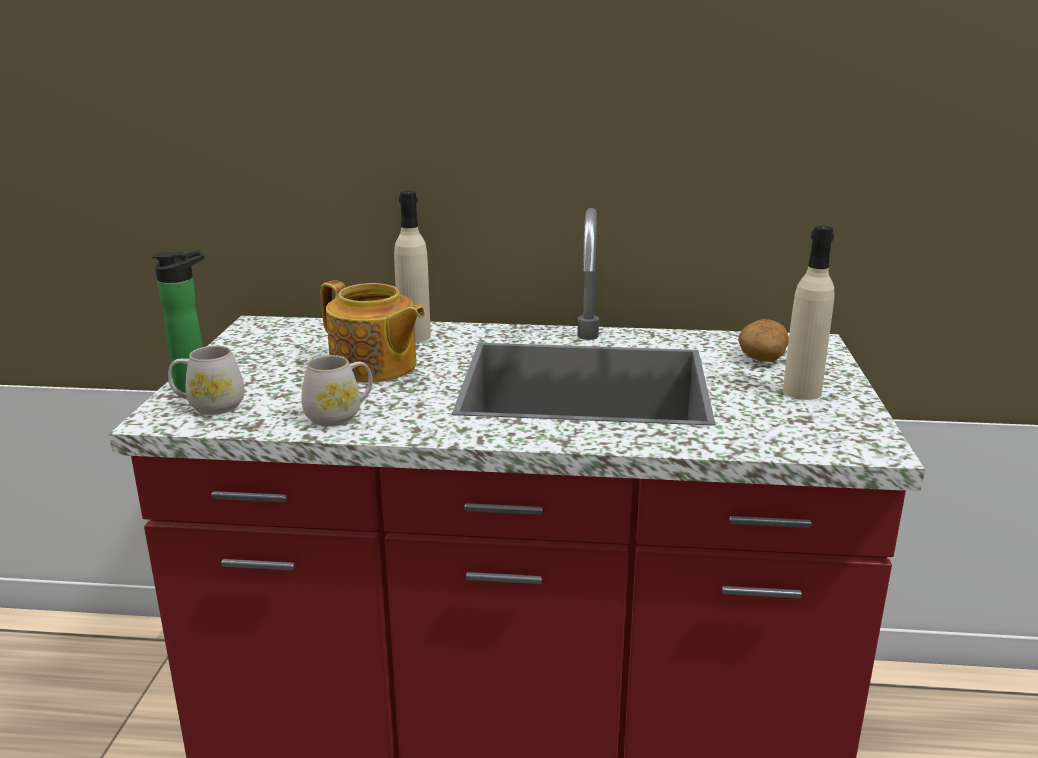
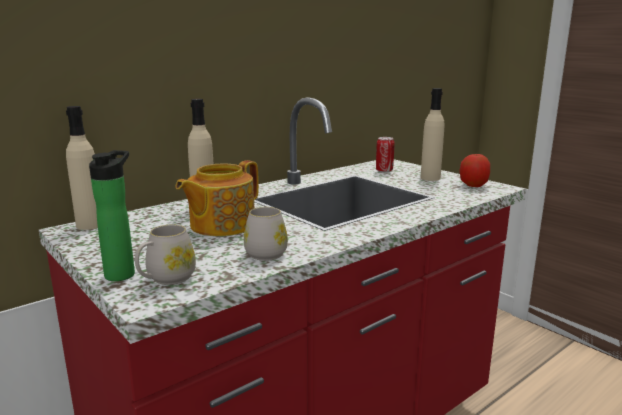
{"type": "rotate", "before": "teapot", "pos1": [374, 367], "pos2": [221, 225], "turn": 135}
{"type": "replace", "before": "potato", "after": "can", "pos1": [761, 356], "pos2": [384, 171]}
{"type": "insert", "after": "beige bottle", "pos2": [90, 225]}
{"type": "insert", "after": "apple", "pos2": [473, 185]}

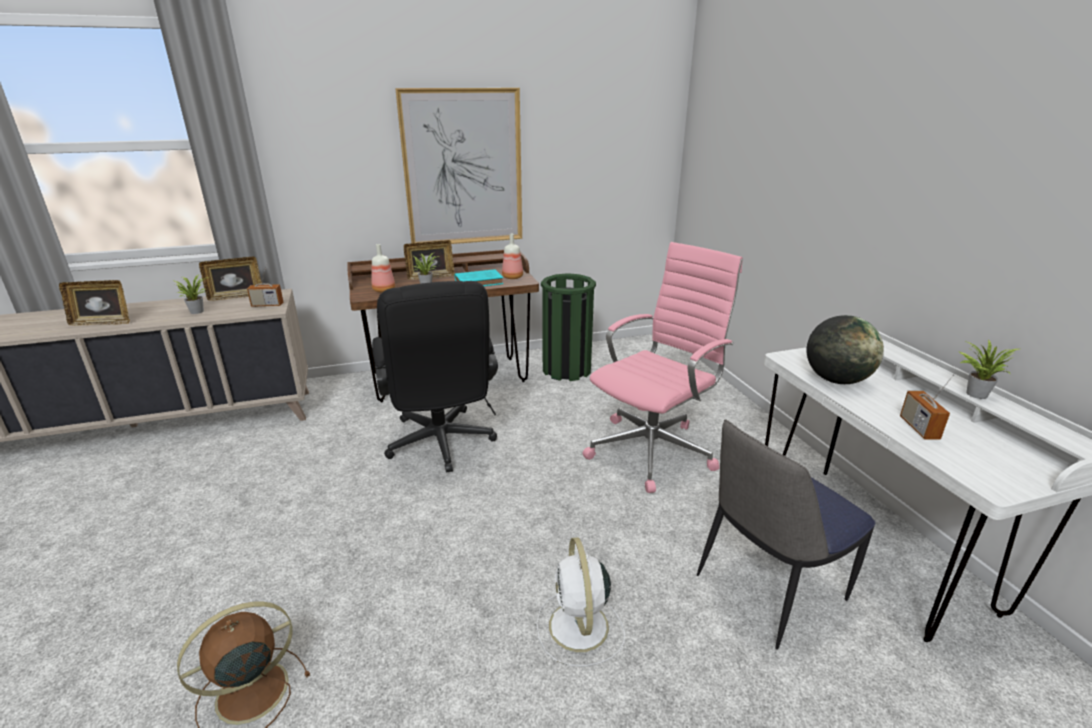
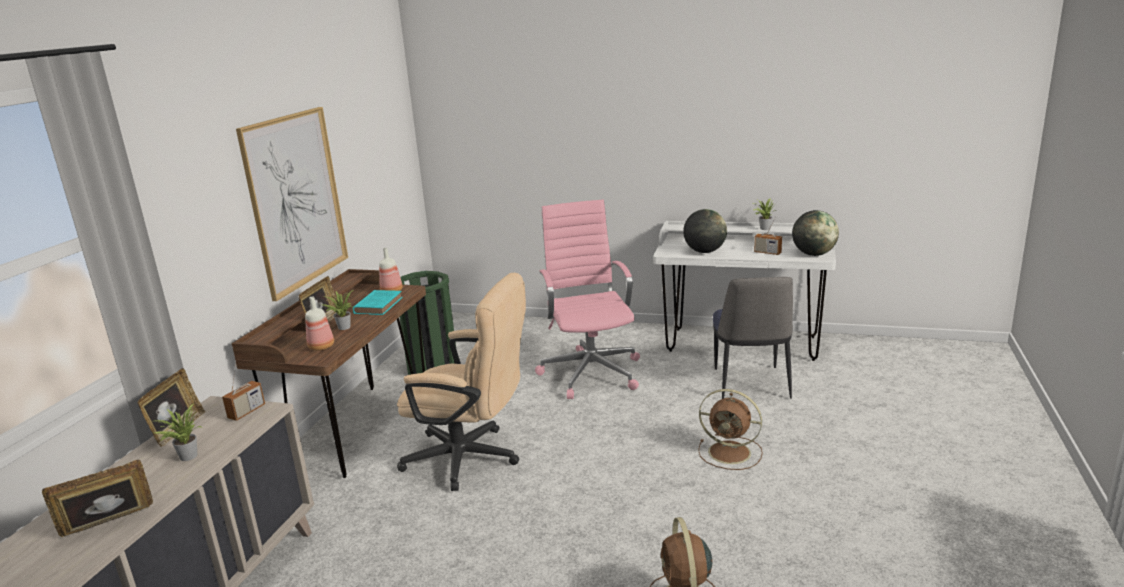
{"type": "rotate", "before": "picture frame", "pos1": [102, 323], "pos2": [109, 525], "turn": -150}
{"type": "recolor", "before": "black office chair", "after": "beige office chair", "pos1": [441, 446], "pos2": [471, 459]}
{"type": "recolor", "before": "white fan", "after": "brown fan", "pos1": [579, 628], "pos2": [731, 453]}
{"type": "insert", "after": "globe", "pos2": [813, 254]}

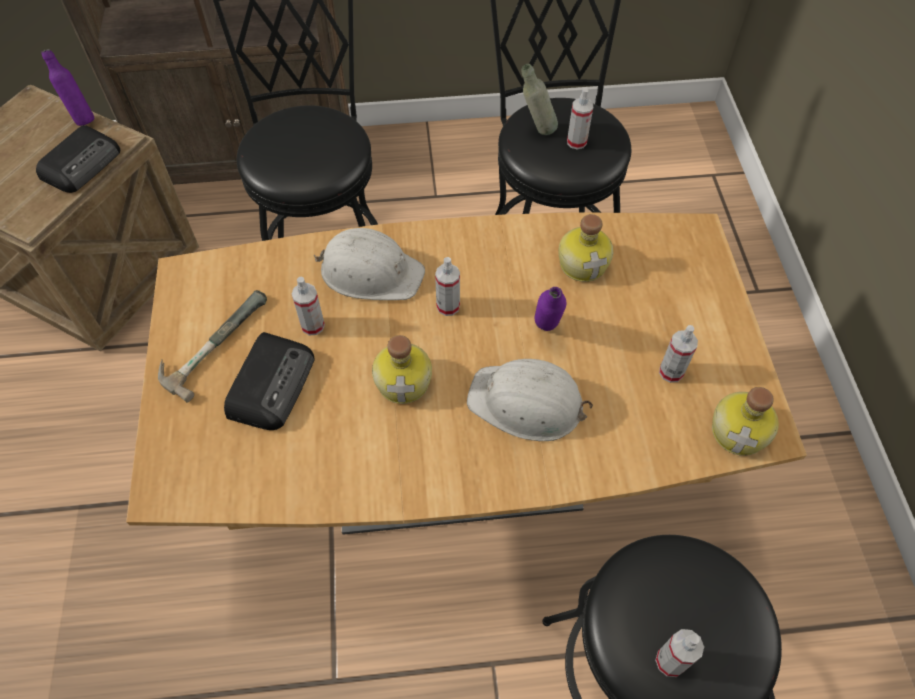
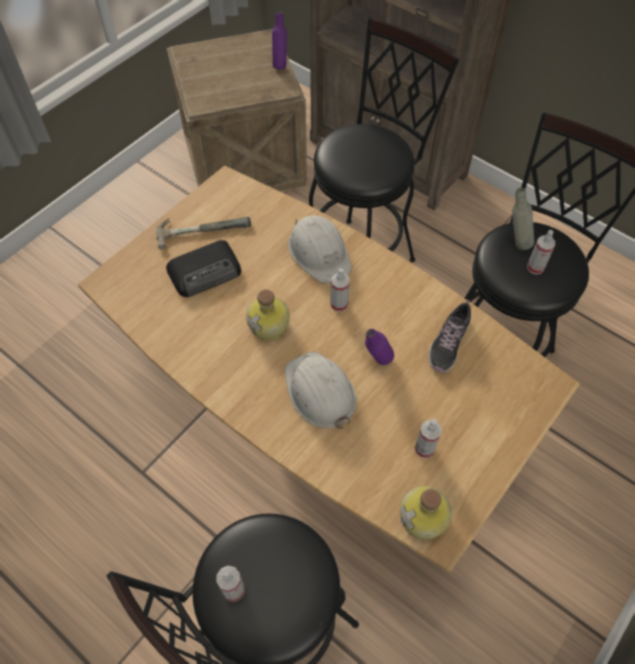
{"type": "delete", "before": "radio", "pos1": [83, 163]}
{"type": "delete", "before": "spray bottle", "pos1": [312, 325]}
{"type": "replace", "before": "bottle", "after": "shoe", "pos1": [583, 263], "pos2": [448, 343]}

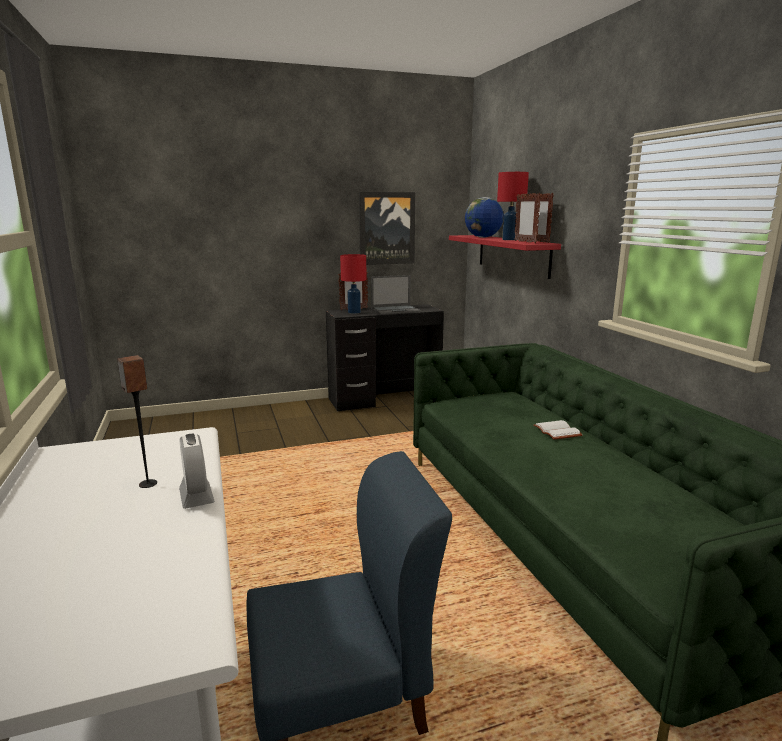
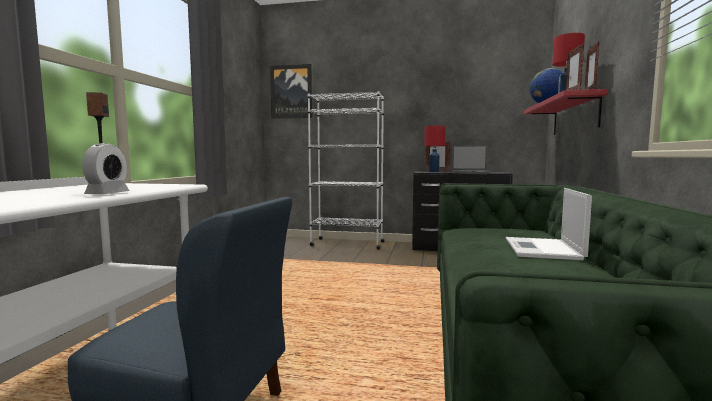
{"type": "move", "before": "picture", "pos1": [386, 228], "pos2": [291, 92]}
{"type": "replace", "before": "white book", "after": "laptop", "pos1": [558, 431], "pos2": [543, 249]}
{"type": "insert", "after": "white bookcase", "pos2": [347, 244]}

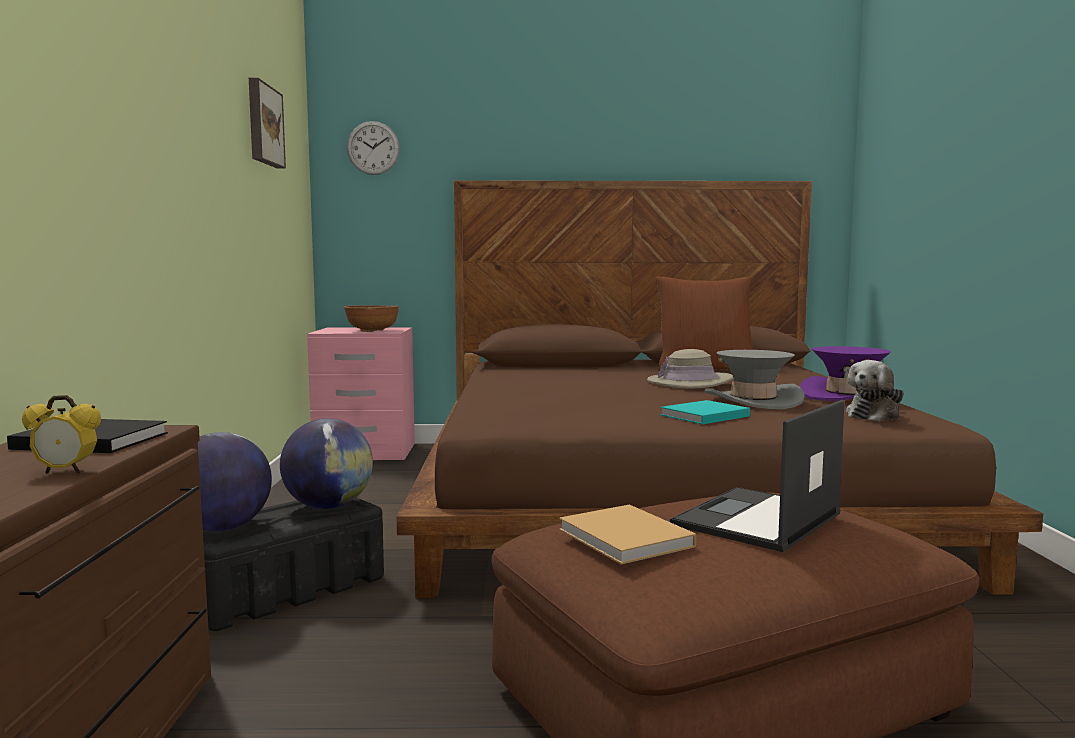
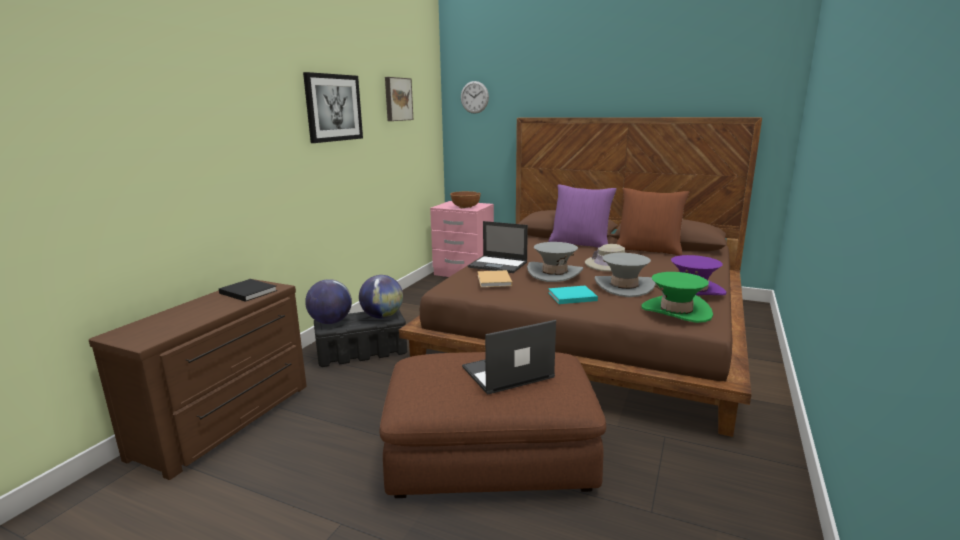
{"type": "delete", "before": "alarm clock", "pos1": [66, 472]}
{"type": "move", "before": "beige book", "pos1": [627, 539], "pos2": [494, 281]}
{"type": "replace", "before": "plush toy", "after": "green hat", "pos1": [875, 415], "pos2": [676, 311]}
{"type": "insert", "after": "picture", "pos2": [333, 108]}
{"type": "insert", "after": "laptop", "pos2": [498, 265]}
{"type": "insert", "after": "grey hat", "pos2": [554, 273]}
{"type": "insert", "after": "purple pillow", "pos2": [580, 243]}

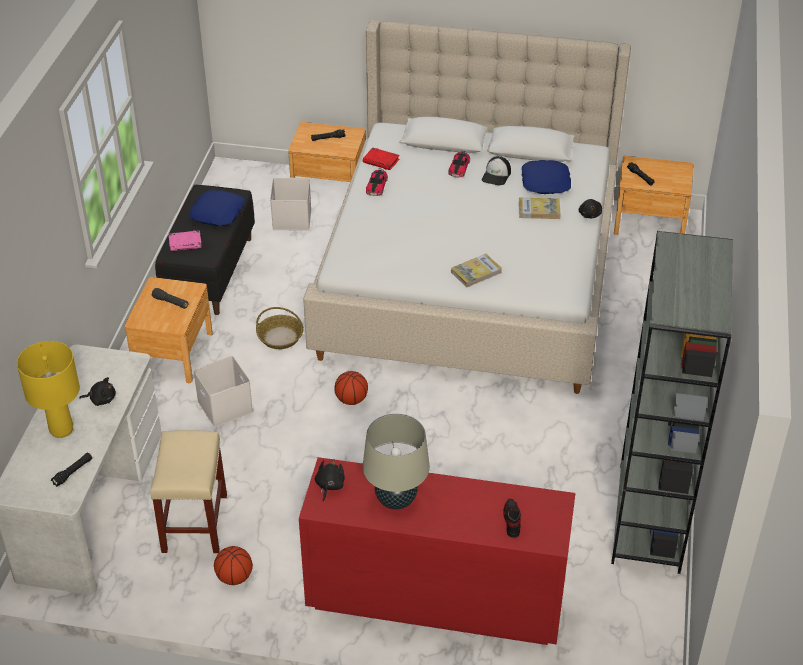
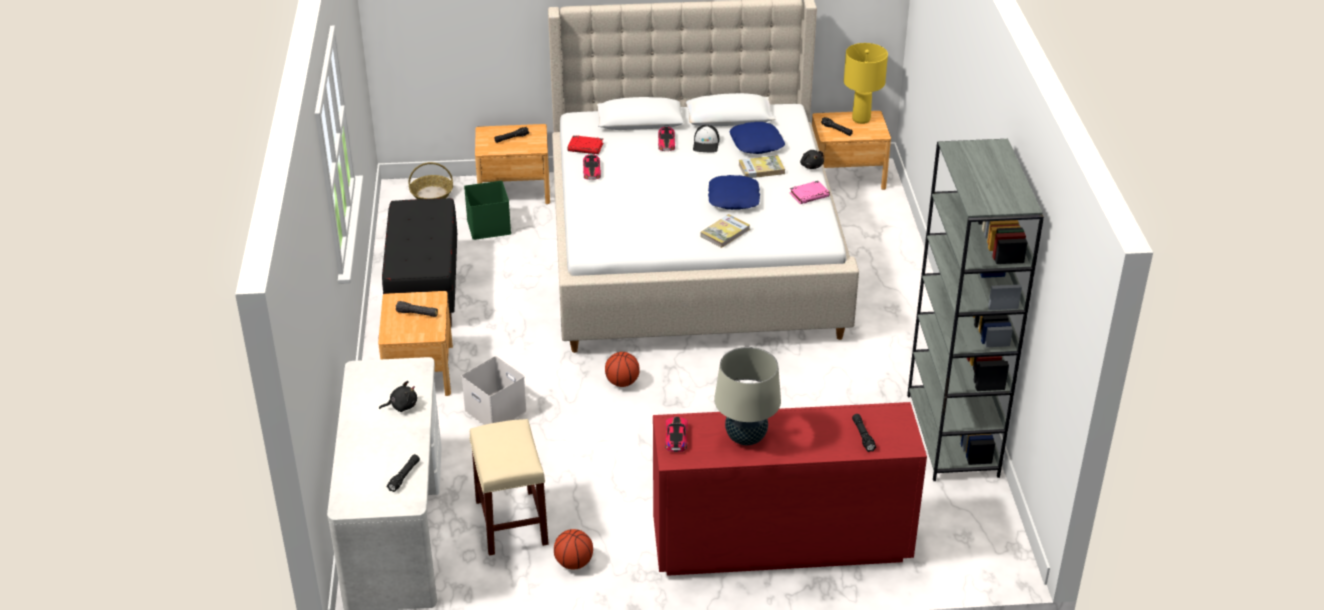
{"type": "move", "before": "yellow table lamp", "pos1": [61, 429], "pos2": [861, 119]}
{"type": "move", "before": "pink book", "pos1": [185, 243], "pos2": [809, 195]}
{"type": "move", "before": "blue pillow", "pos1": [218, 213], "pos2": [734, 198]}
{"type": "move", "before": "basket", "pos1": [280, 337], "pos2": [431, 194]}
{"type": "recolor", "before": "white storage box", "after": "green storage box", "pos1": [291, 218], "pos2": [487, 226]}
{"type": "replace", "before": "black plush toy", "after": "toy car", "pos1": [329, 486], "pos2": [676, 437]}
{"type": "replace", "before": "shoe", "after": "black flashlight", "pos1": [511, 521], "pos2": [863, 436]}

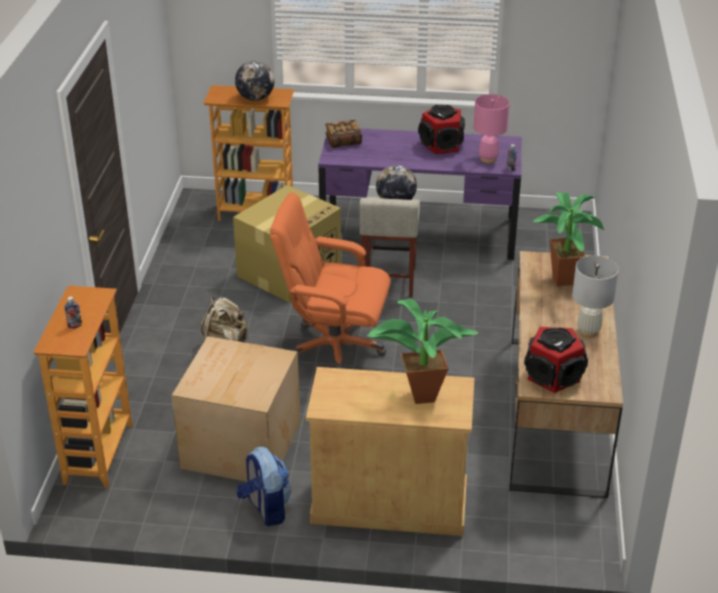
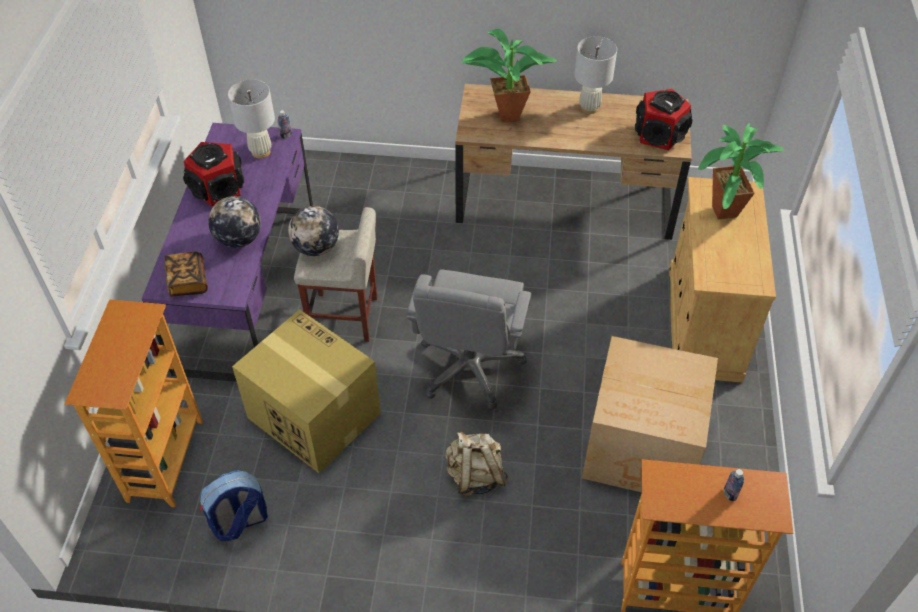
{"type": "move", "before": "globe", "pos1": [255, 98], "pos2": [239, 239]}
{"type": "move", "before": "backpack", "pos1": [265, 508], "pos2": [239, 522]}
{"type": "recolor", "before": "orange office chair", "after": "grey office chair", "pos1": [334, 348], "pos2": [470, 367]}
{"type": "recolor", "before": "pink table lamp", "after": "white table lamp", "pos1": [488, 159], "pos2": [260, 152]}

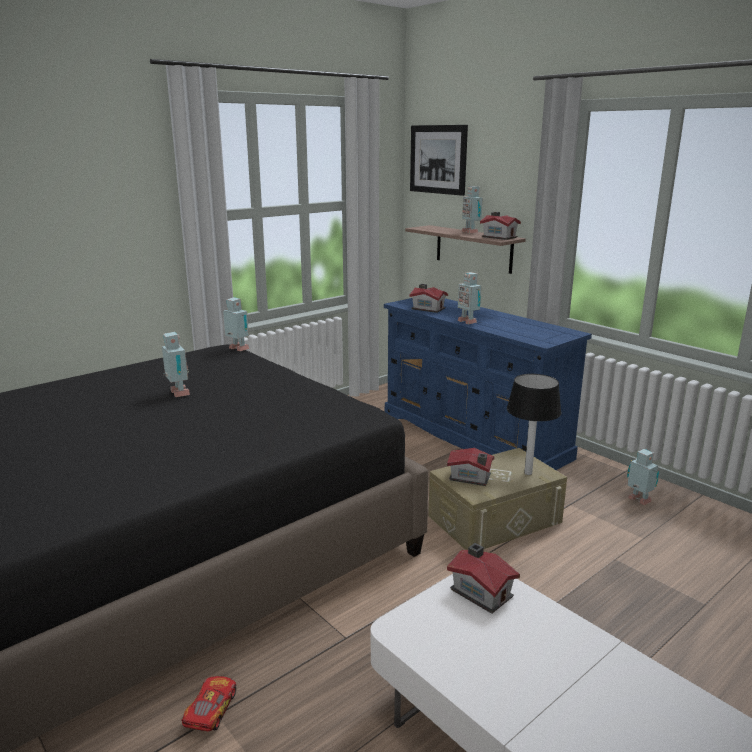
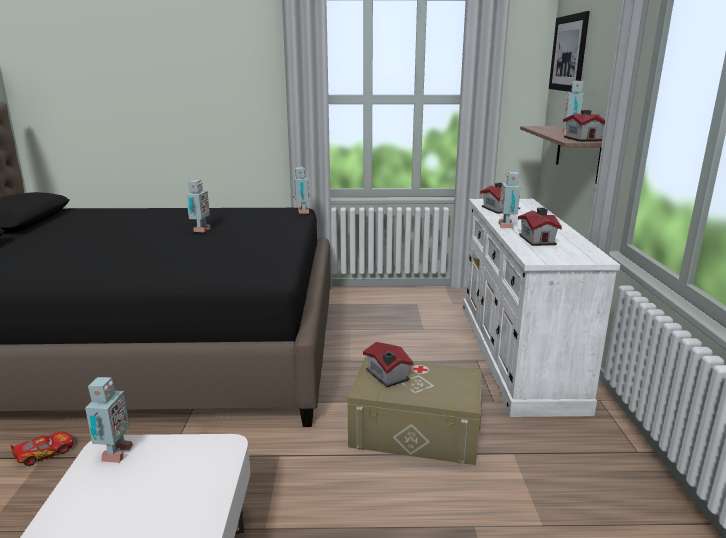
{"type": "recolor", "before": "blue dresser", "after": "white dresser", "pos1": [474, 435], "pos2": [517, 354]}
{"type": "move", "before": "toy house", "pos1": [481, 592], "pos2": [537, 239]}
{"type": "delete", "before": "table lamp", "pos1": [528, 473]}
{"type": "move", "before": "toy robot", "pos1": [638, 501], "pos2": [114, 454]}

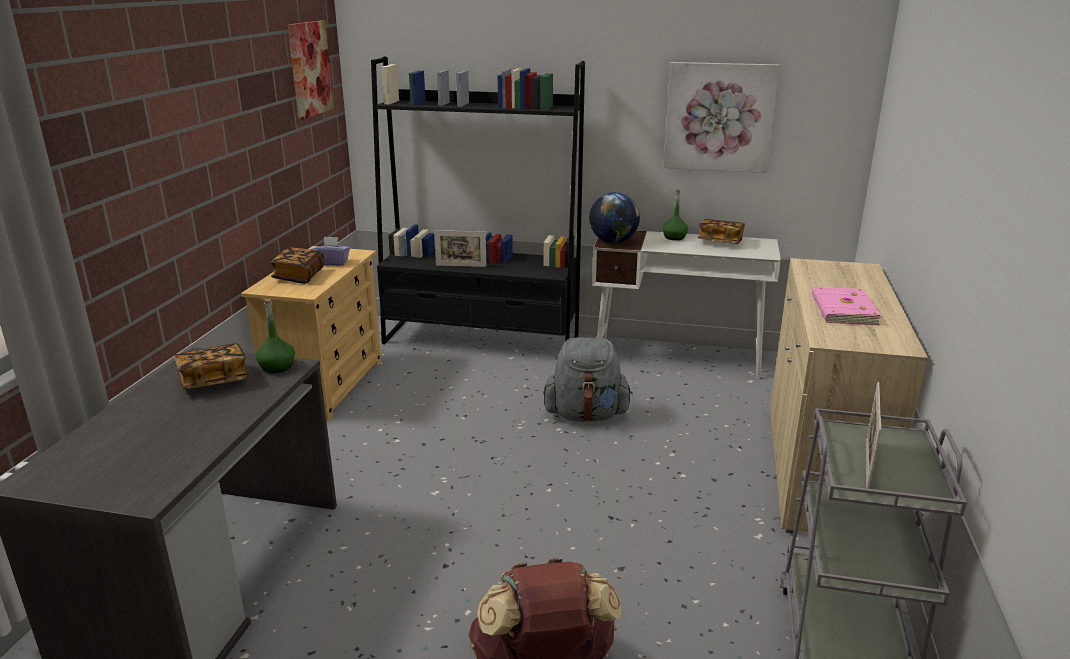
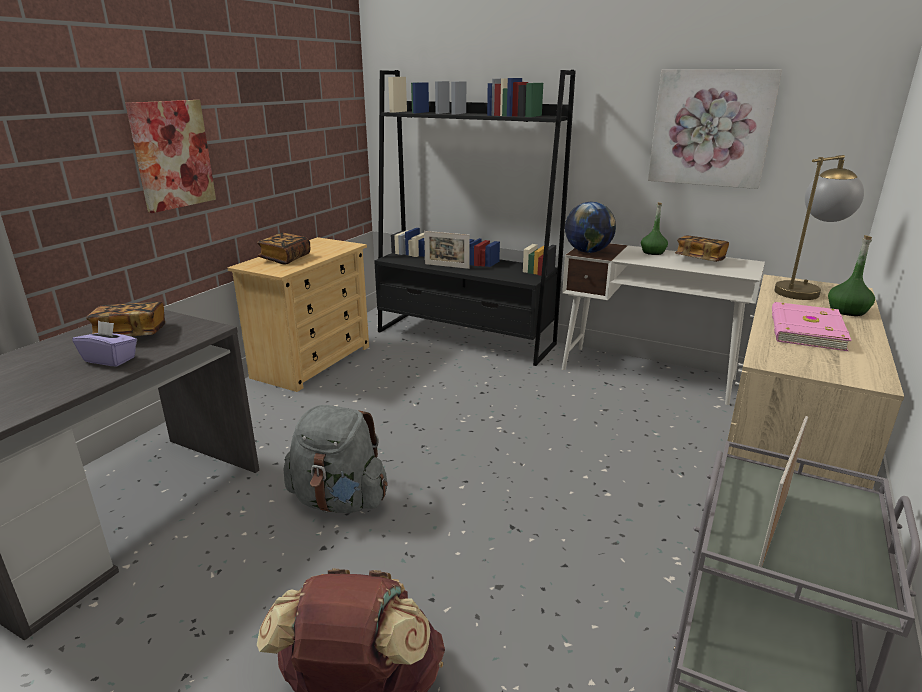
{"type": "move", "before": "green bottle", "pos1": [277, 366], "pos2": [847, 311]}
{"type": "move", "before": "picture", "pos1": [309, 69], "pos2": [172, 155]}
{"type": "move", "before": "purple tissue box", "pos1": [332, 263], "pos2": [110, 359]}
{"type": "move", "before": "grey backpack", "pos1": [586, 415], "pos2": [339, 500]}
{"type": "insert", "after": "table lamp", "pos2": [804, 290]}

